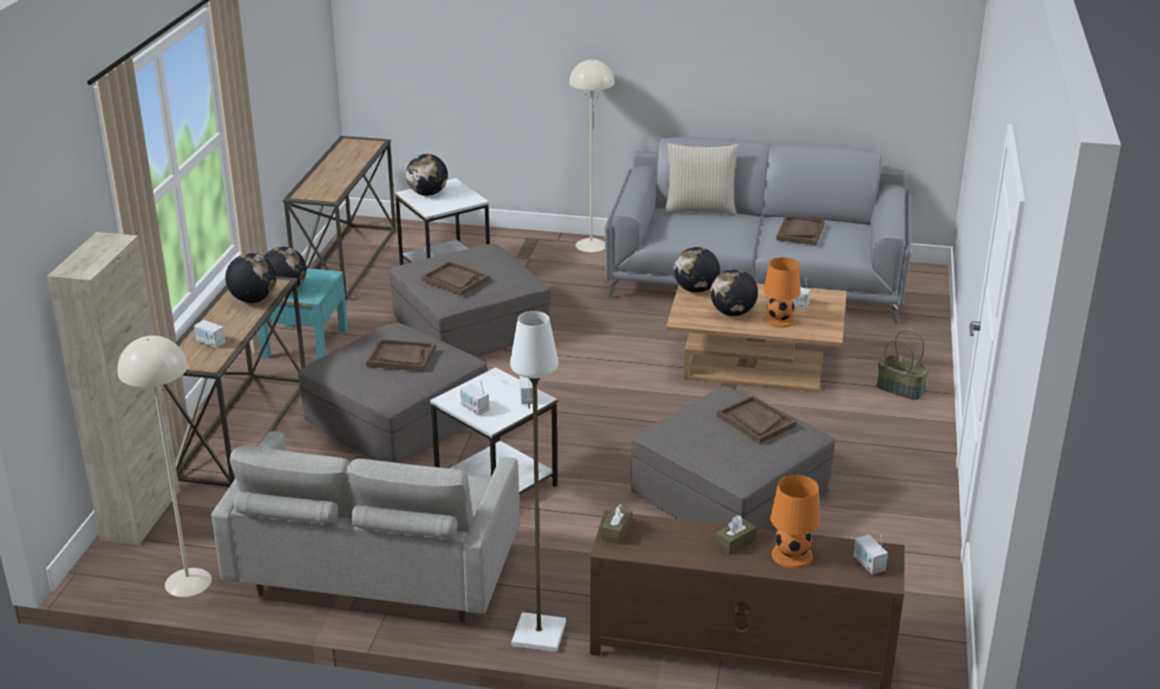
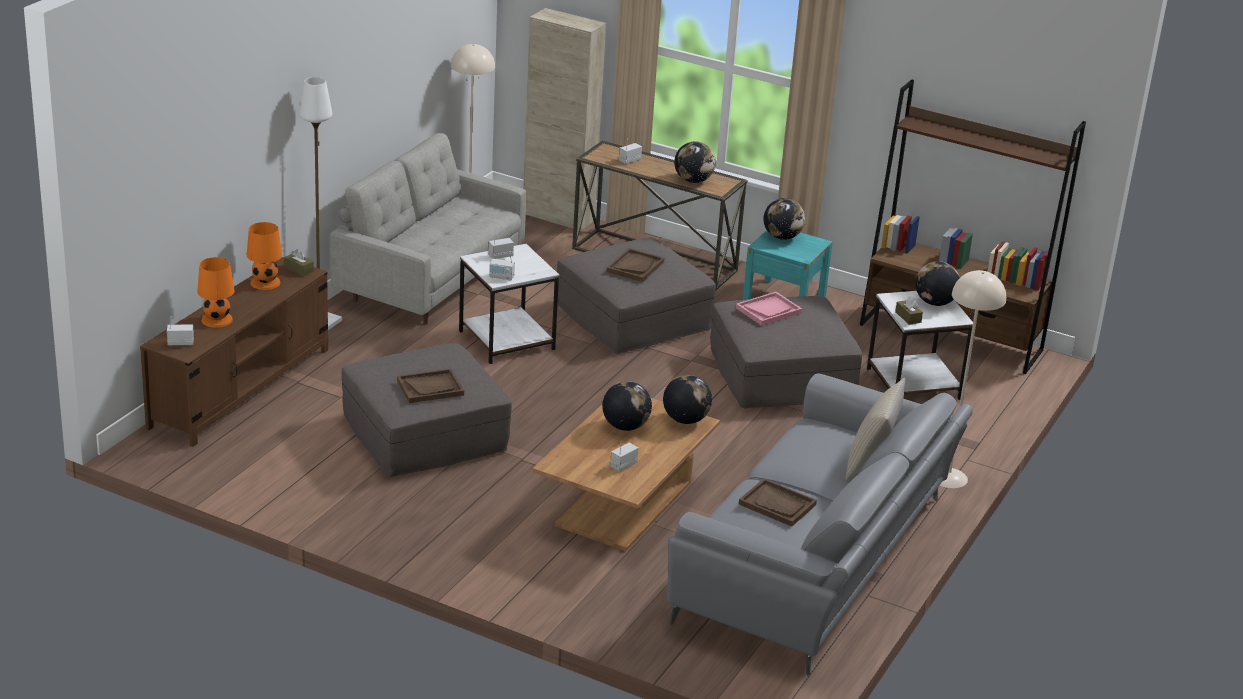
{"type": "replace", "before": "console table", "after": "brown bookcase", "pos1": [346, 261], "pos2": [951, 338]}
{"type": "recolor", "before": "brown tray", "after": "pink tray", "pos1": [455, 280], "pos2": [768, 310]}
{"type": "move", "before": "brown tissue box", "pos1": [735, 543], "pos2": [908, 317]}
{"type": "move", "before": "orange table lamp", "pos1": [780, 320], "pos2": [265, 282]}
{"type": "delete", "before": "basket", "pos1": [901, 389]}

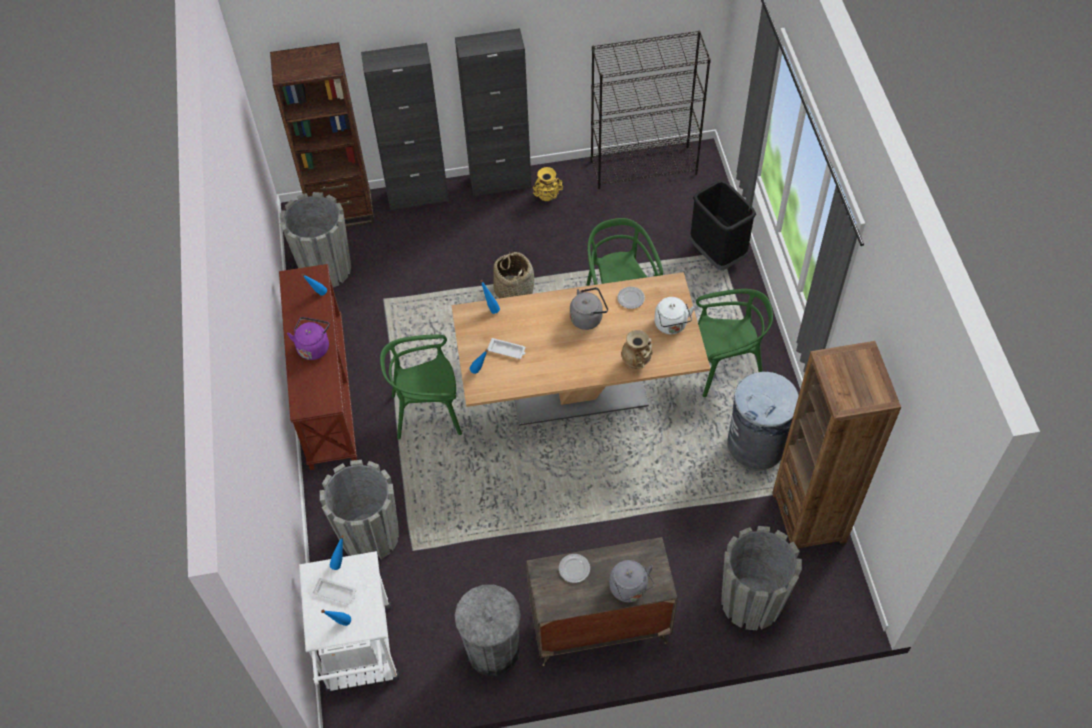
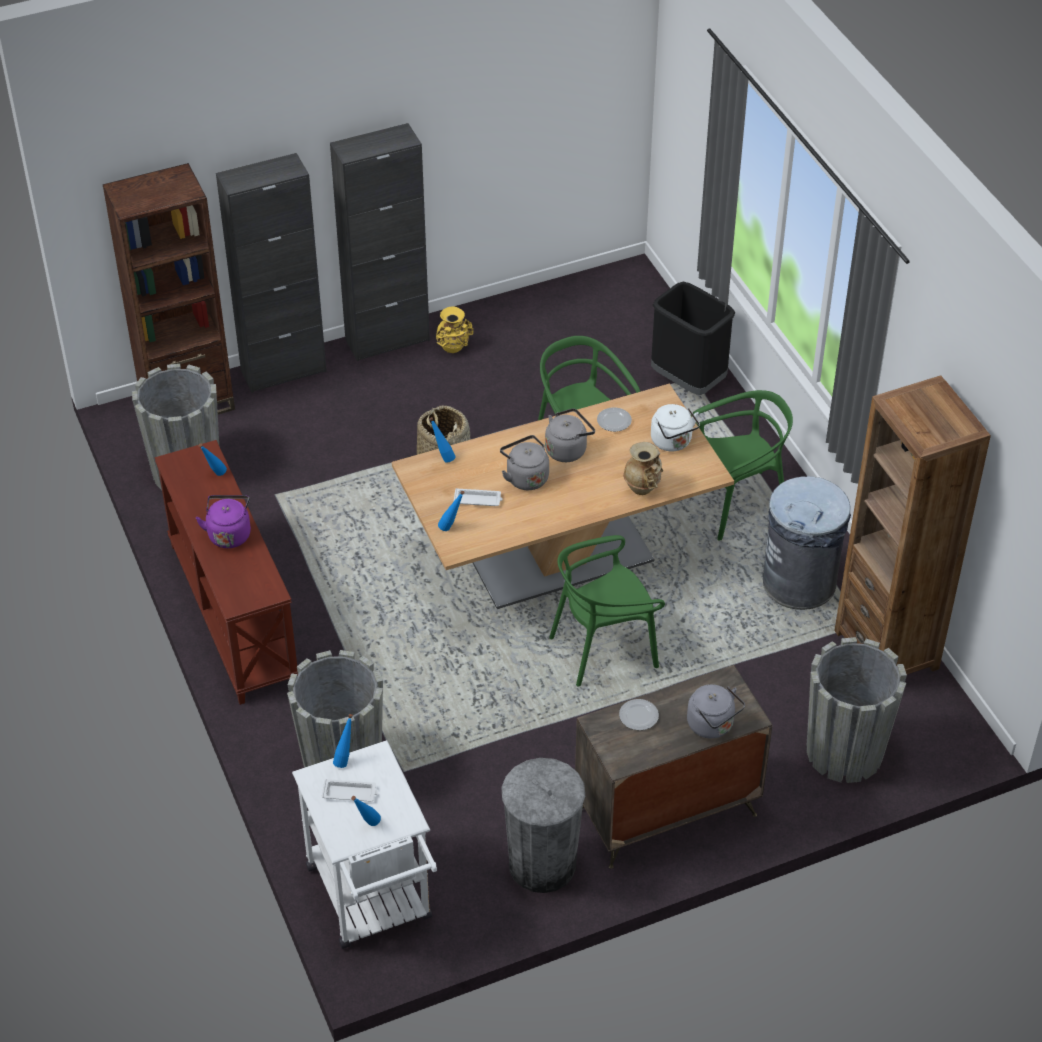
{"type": "move", "before": "green chair", "pos1": [427, 411], "pos2": [603, 648]}
{"type": "delete", "before": "black bookcase", "pos1": [644, 167]}
{"type": "insert", "after": "grey kettle", "pos2": [525, 477]}

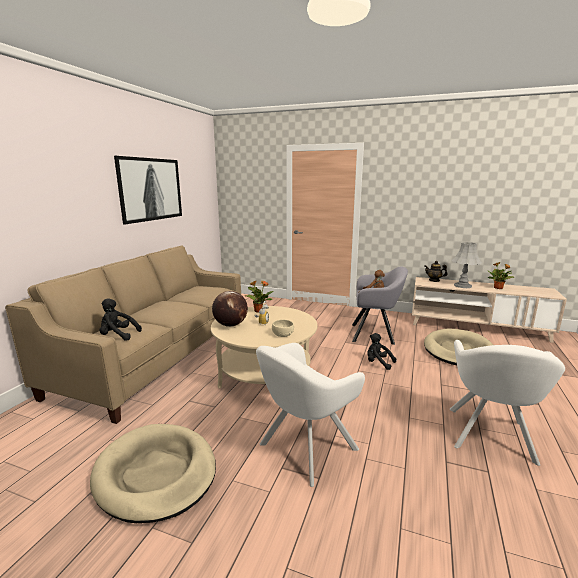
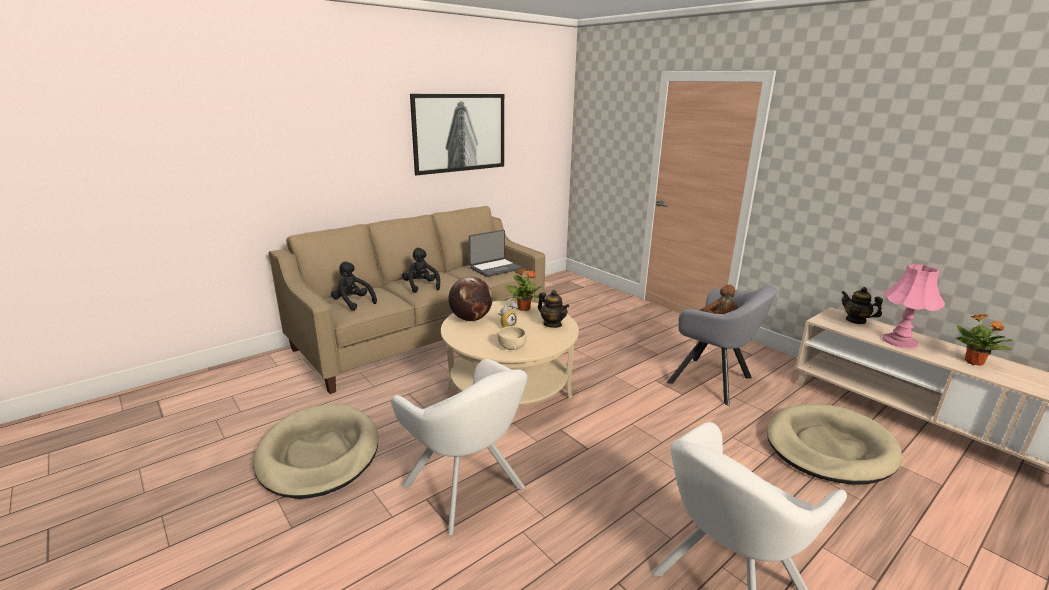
{"type": "rotate", "before": "white armchair", "pos1": [304, 449], "pos2": [467, 490], "turn": -120}
{"type": "move", "before": "black plush toy", "pos1": [378, 363], "pos2": [421, 286]}
{"type": "recolor", "before": "grey table lamp", "after": "pink table lamp", "pos1": [463, 286], "pos2": [900, 342]}
{"type": "insert", "after": "laptop", "pos2": [495, 268]}
{"type": "insert", "after": "teapot", "pos2": [552, 324]}

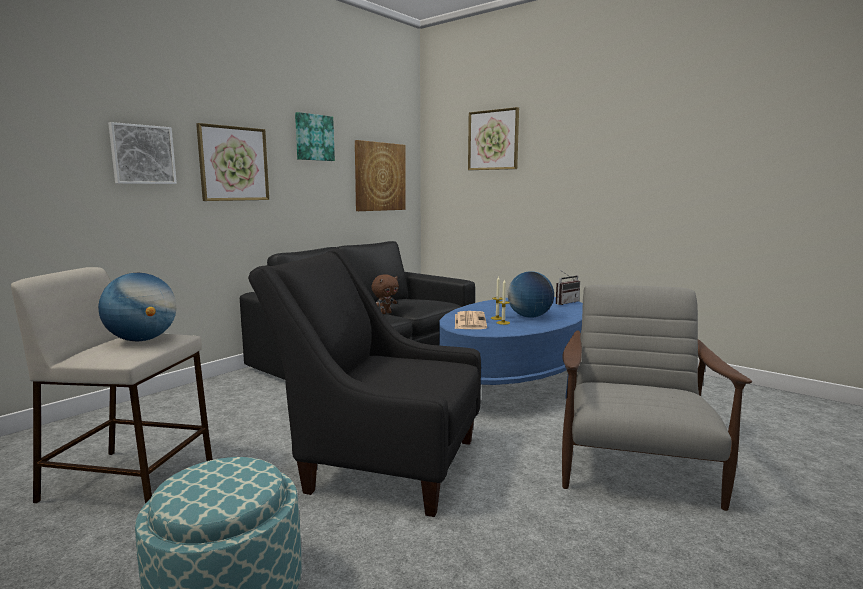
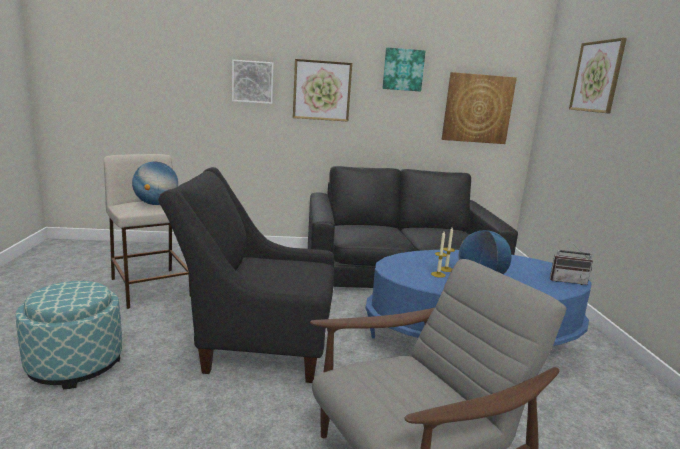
{"type": "rotate", "before": "black armchair", "pos1": [380, 462], "pos2": [257, 343], "turn": -60}
{"type": "delete", "before": "brown plush toy", "pos1": [385, 313]}
{"type": "delete", "before": "newspaper", "pos1": [469, 321]}

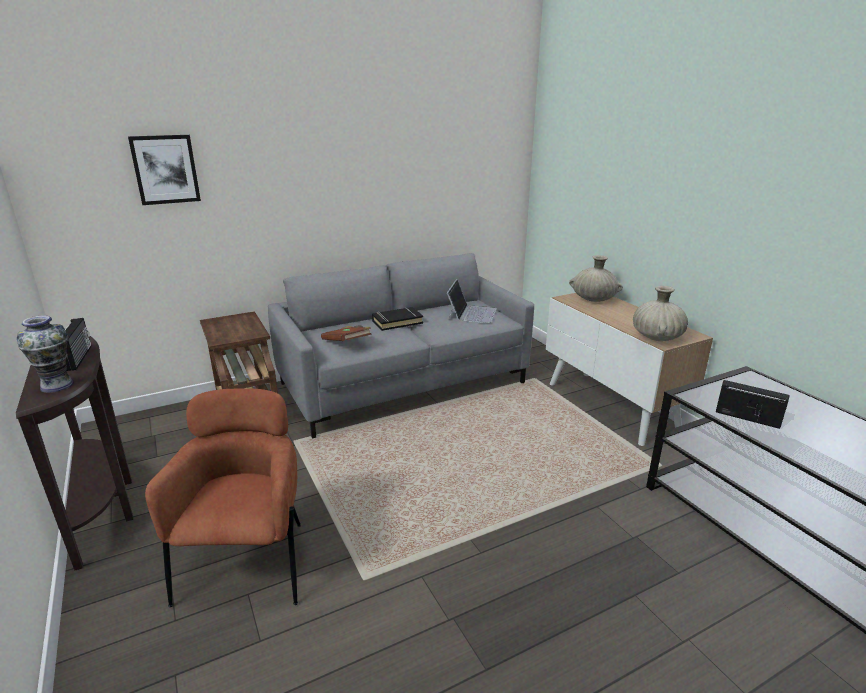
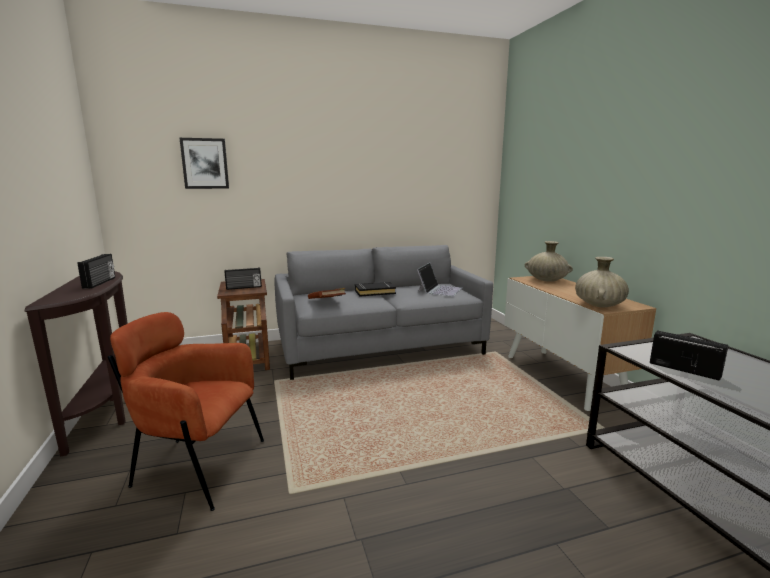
{"type": "delete", "before": "vase", "pos1": [57, 385]}
{"type": "rotate", "before": "brown armchair", "pos1": [249, 562], "pos2": [197, 467], "turn": -90}
{"type": "insert", "after": "radio", "pos2": [244, 287]}

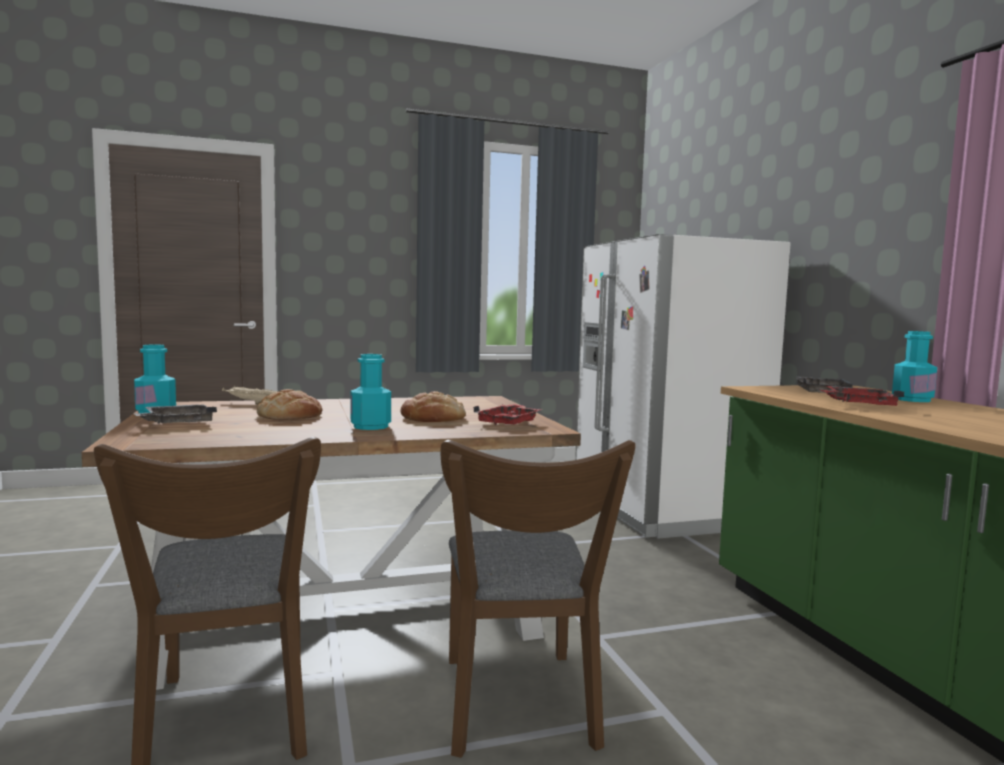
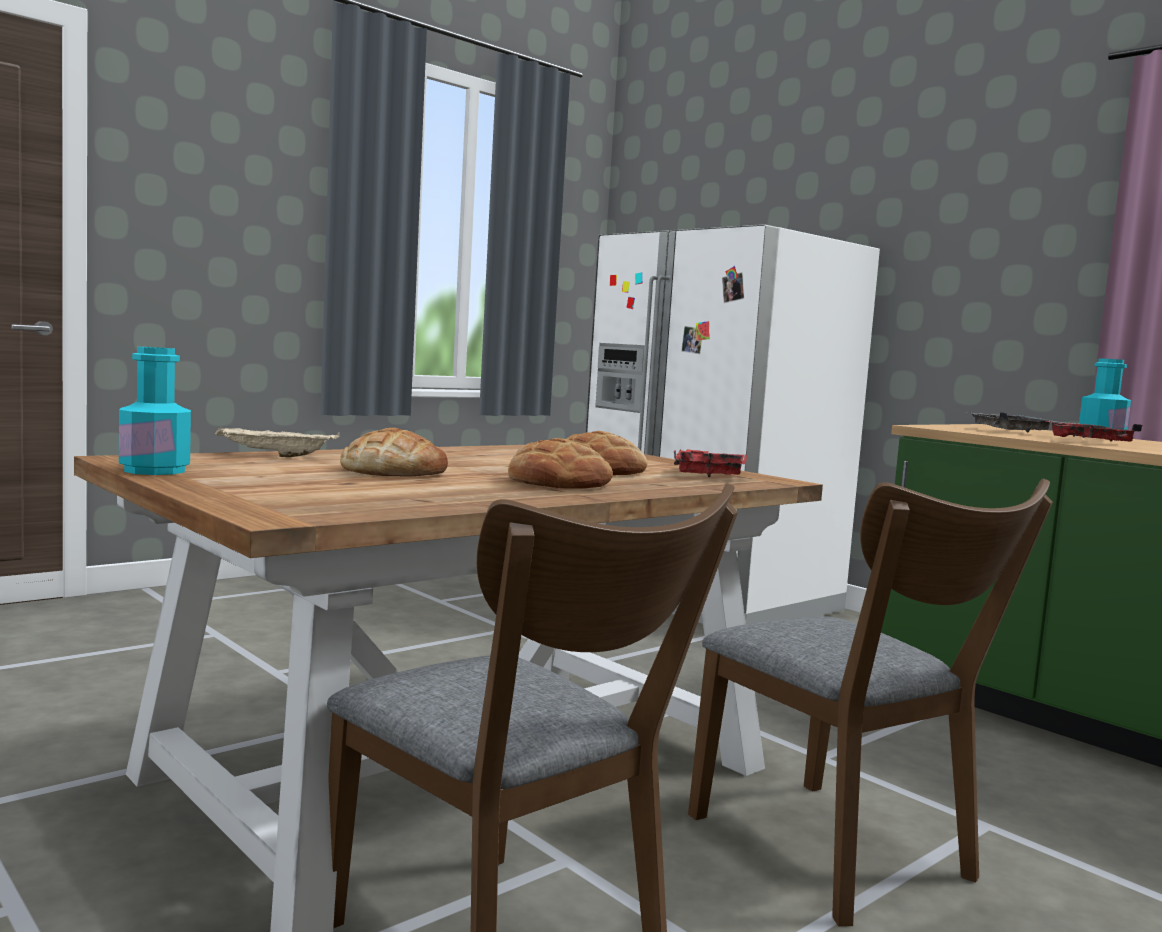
{"type": "delete", "before": "grey tray", "pos1": [177, 423]}
{"type": "replace", "before": "turquoise bottle", "after": "bread", "pos1": [370, 426], "pos2": [558, 483]}

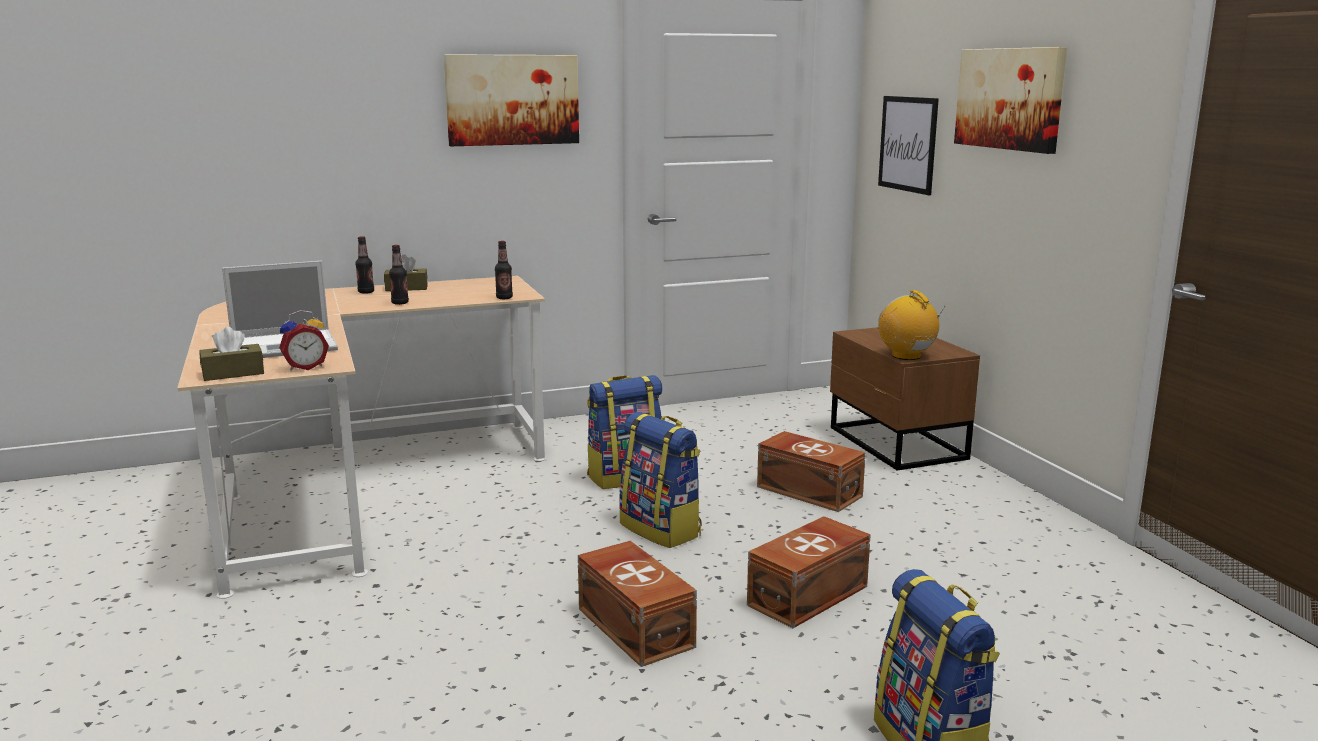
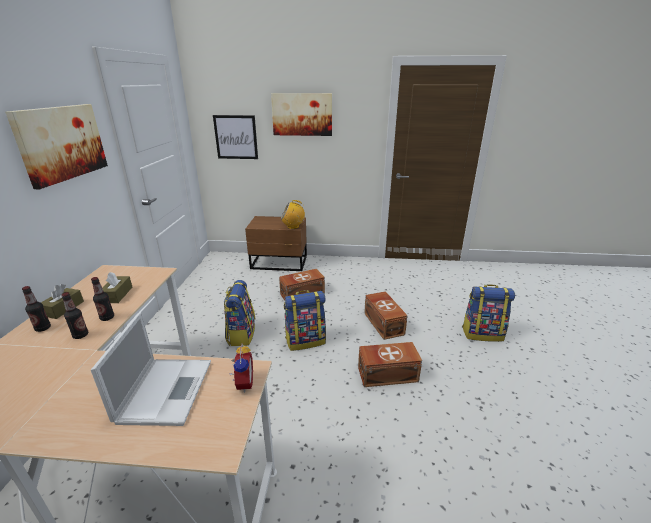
{"type": "move", "before": "brown tissue box", "pos1": [233, 373], "pos2": [117, 295]}
{"type": "move", "before": "bottle", "pos1": [504, 298], "pos2": [80, 335]}

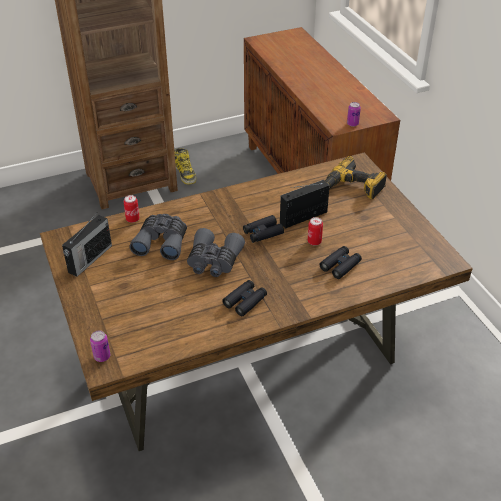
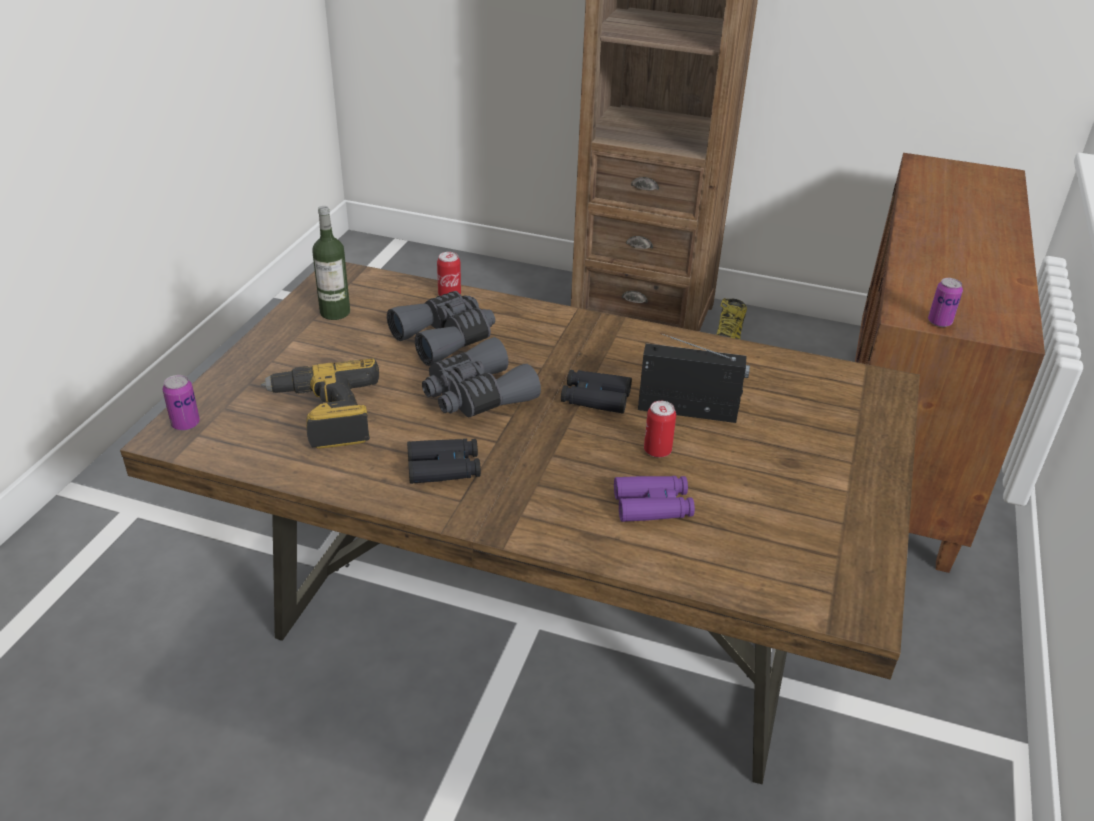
{"type": "replace", "before": "radio", "after": "bottle", "pos1": [89, 259], "pos2": [335, 312]}
{"type": "recolor", "before": "black binoculars", "after": "purple binoculars", "pos1": [340, 265], "pos2": [653, 506]}
{"type": "move", "before": "power drill", "pos1": [353, 188], "pos2": [325, 415]}

